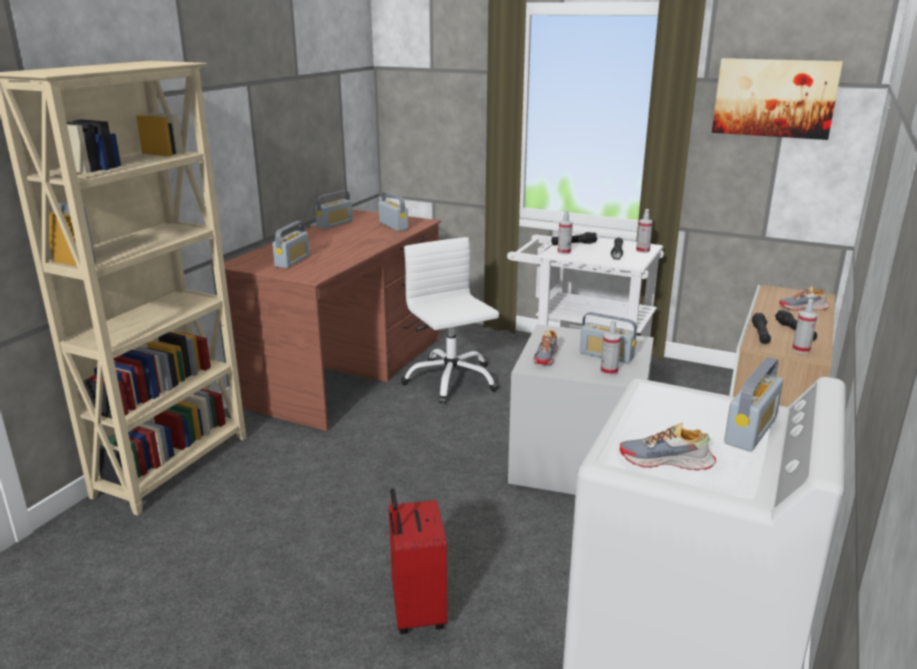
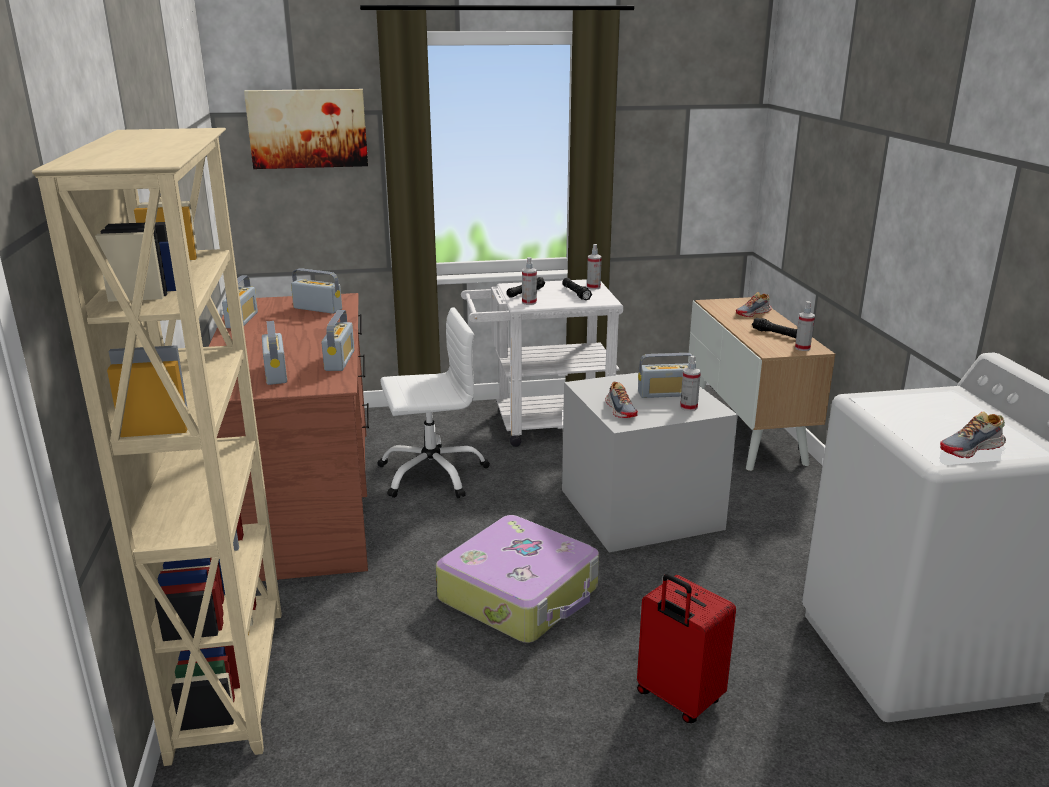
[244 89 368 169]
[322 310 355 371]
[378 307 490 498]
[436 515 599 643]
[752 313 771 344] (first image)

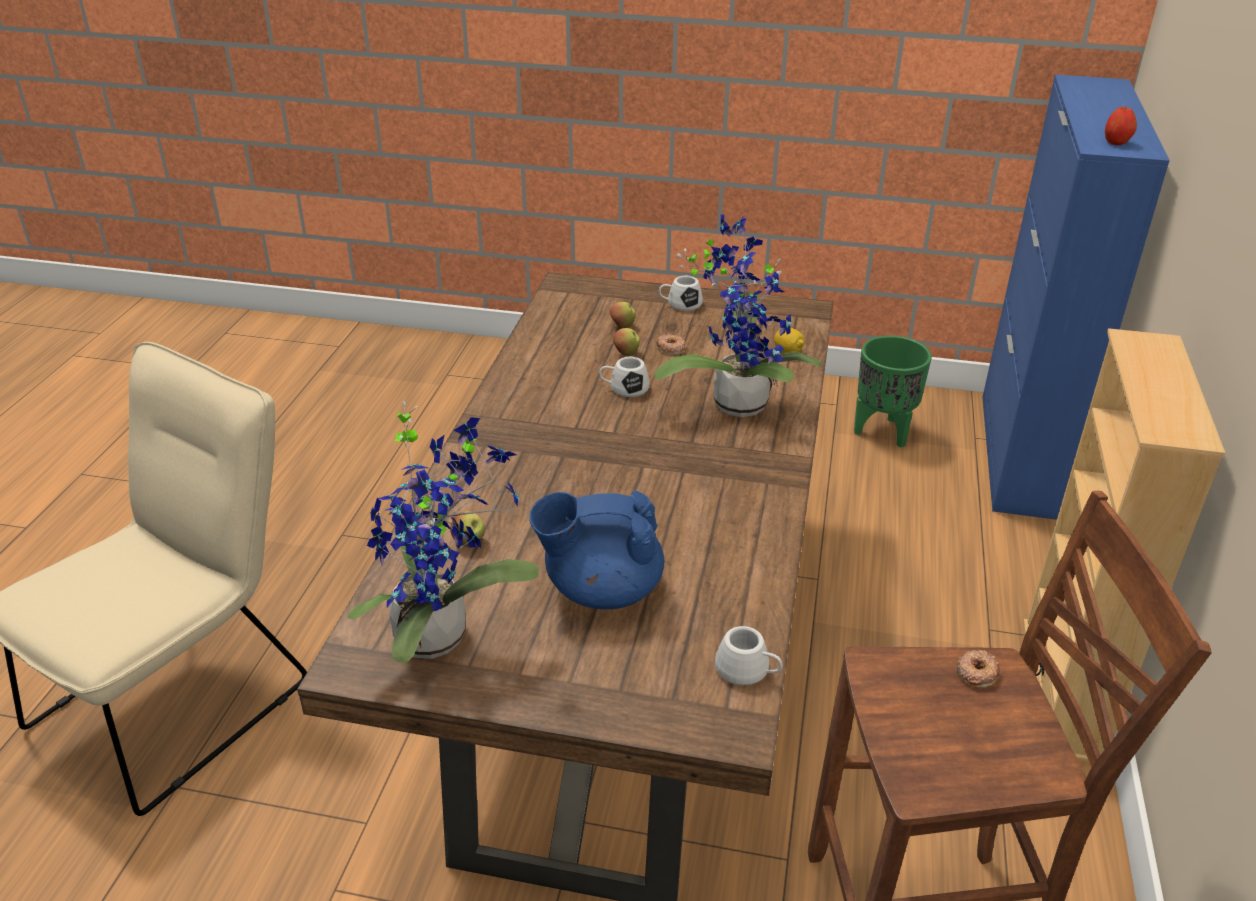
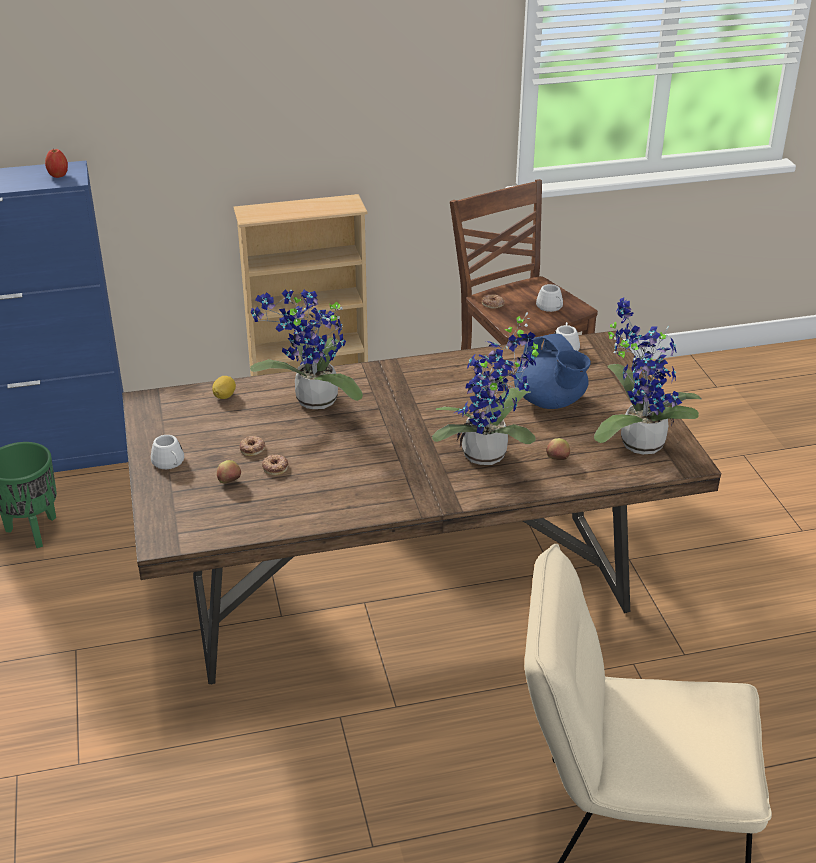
[262 455 289 476]
[432 312 539 465]
[536 284 563 312]

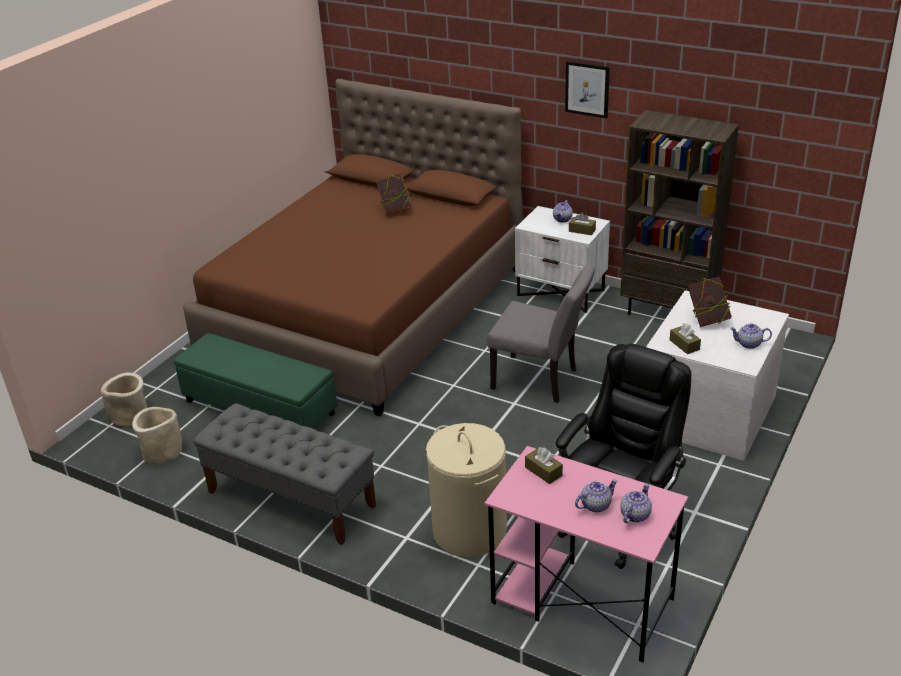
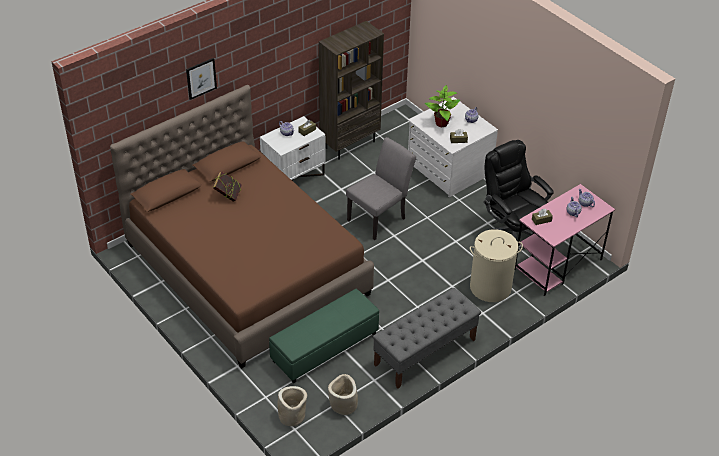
[186 58 217 100]
[424 85 460 128]

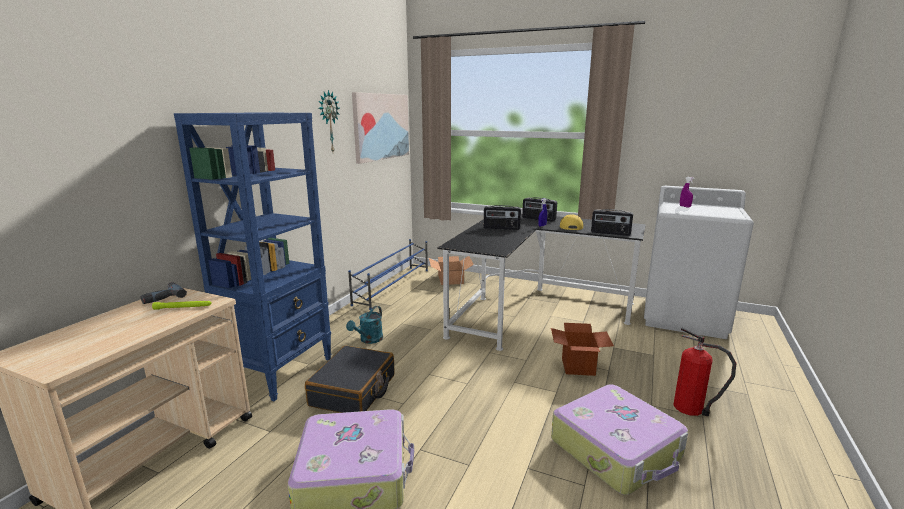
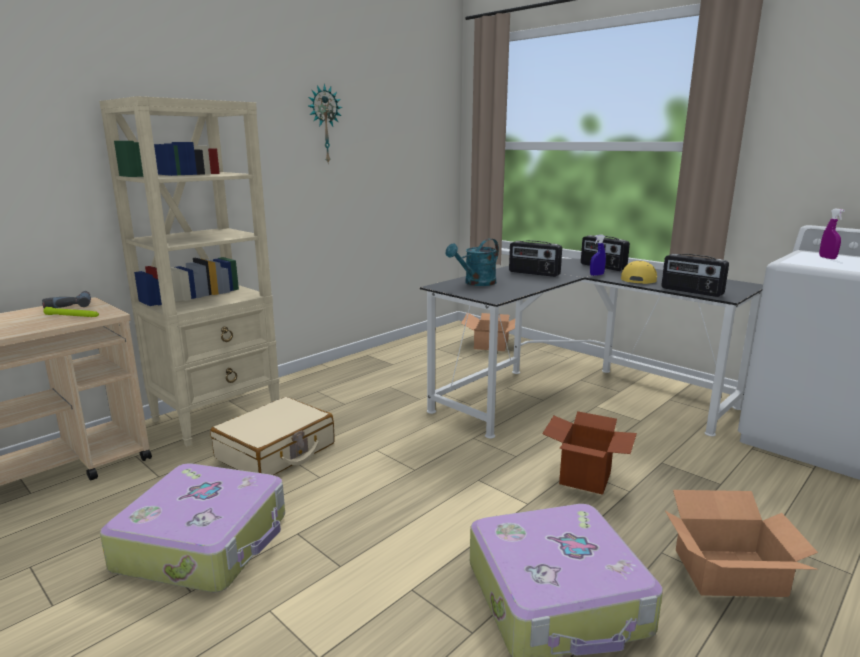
[99 96 280 446]
[210 397 335 475]
[446 238 499 286]
[665 490 818 597]
[348 239 428 310] (first image)
[352 92 409 164] (first image)

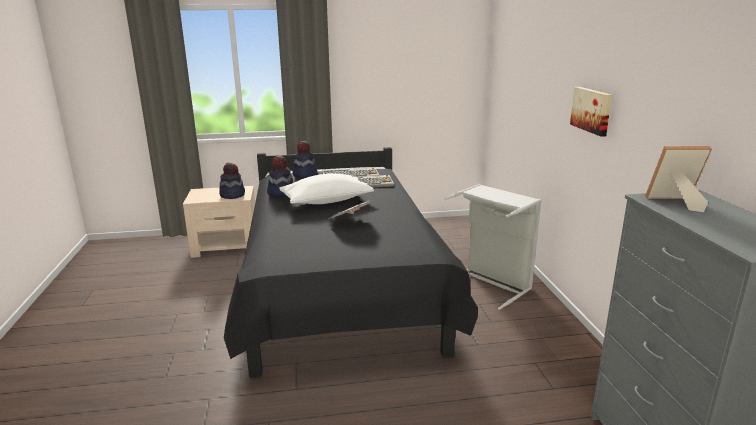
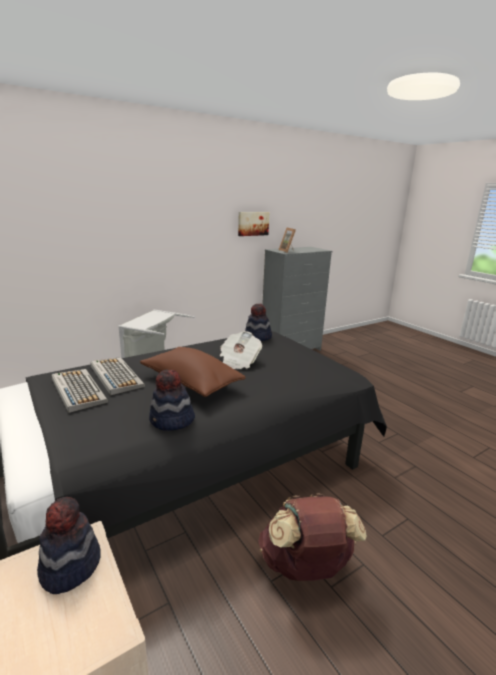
[140 347 246 397]
[238 212 269 236]
[245 304 272 341]
[258 493 367 581]

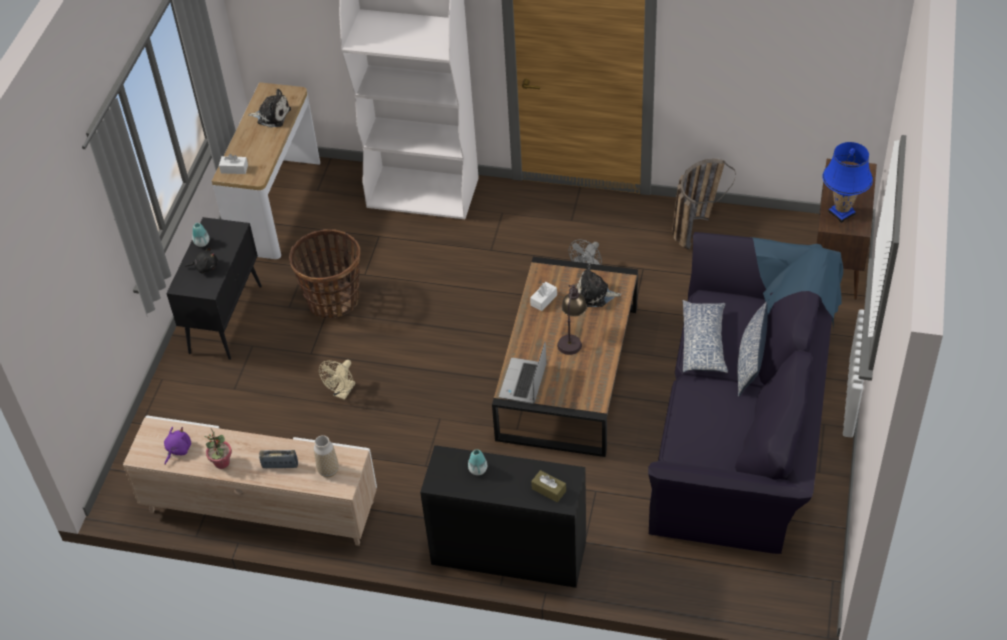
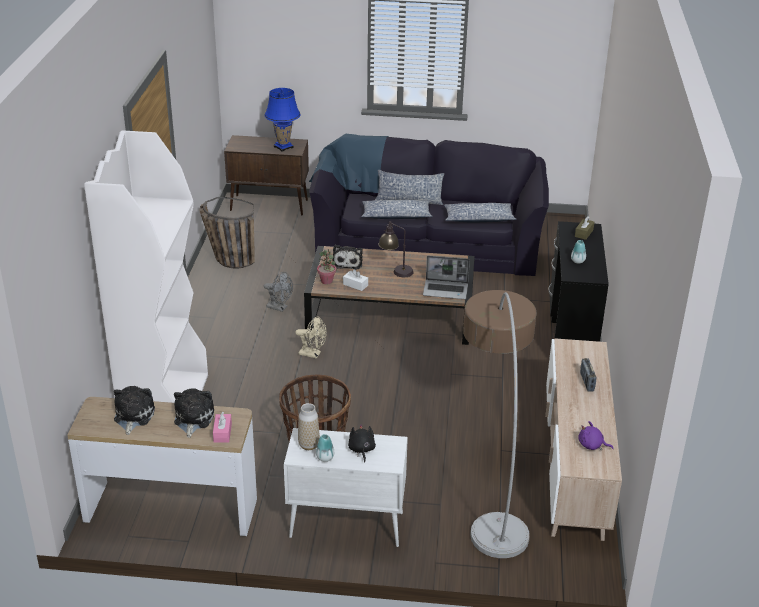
[174 388 214 438]
[213 412 232 442]
[284 428 408 547]
[295 316 327 359]
[298 403 320 450]
[317 249 336 285]
[444 203 517 223]
[463 290 537 558]

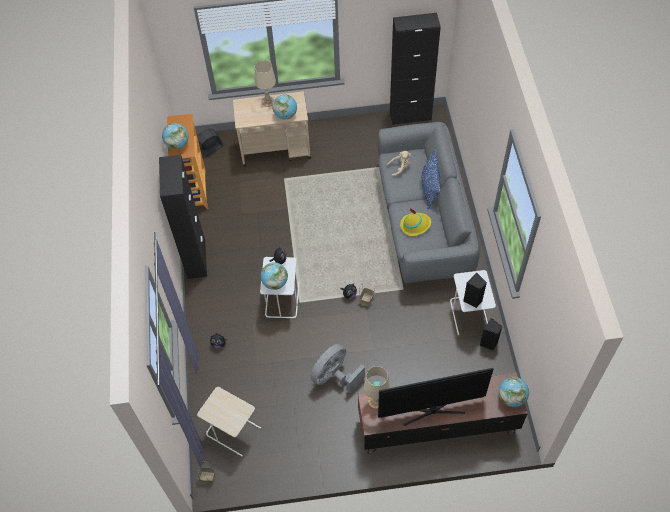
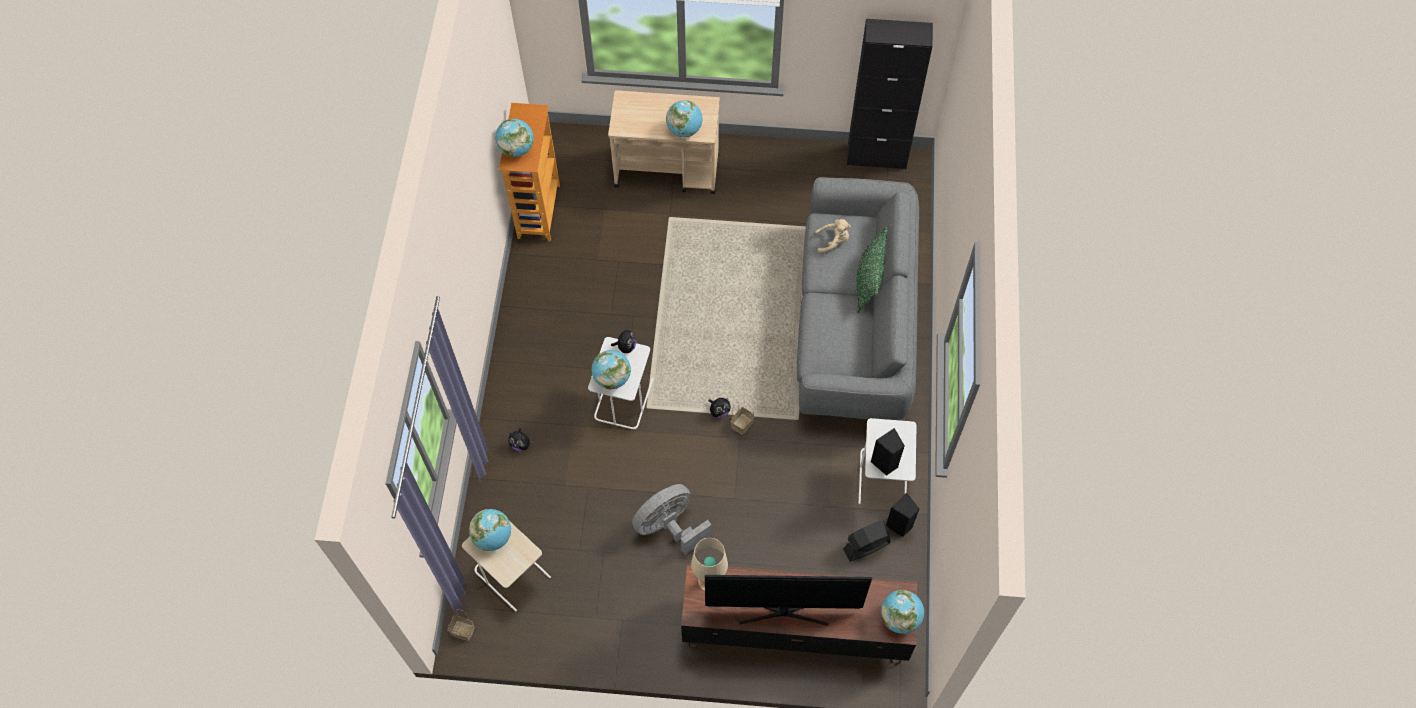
[469 509 511 551]
[843 521 890 562]
[856 227 888 313]
[159 155 207 279] (first image)
[255 60 276 107] (first image)
[400 208 431 236] (first image)

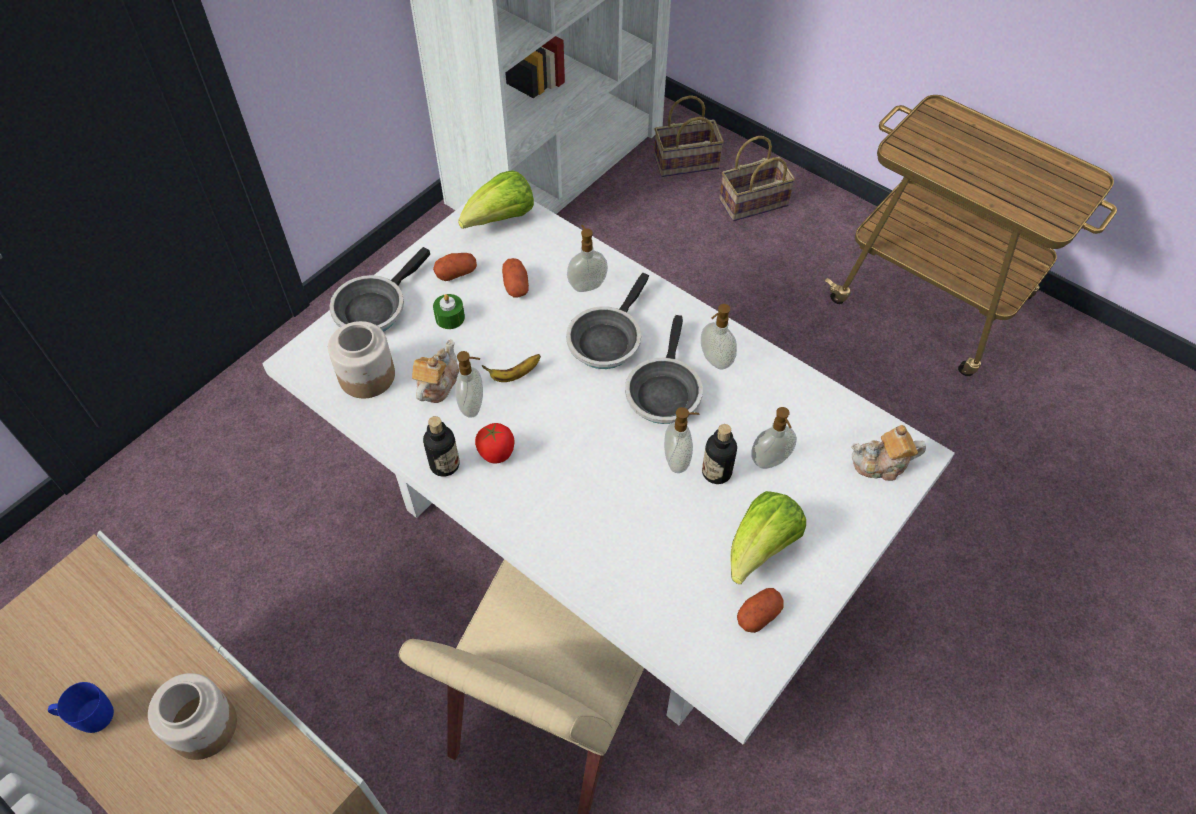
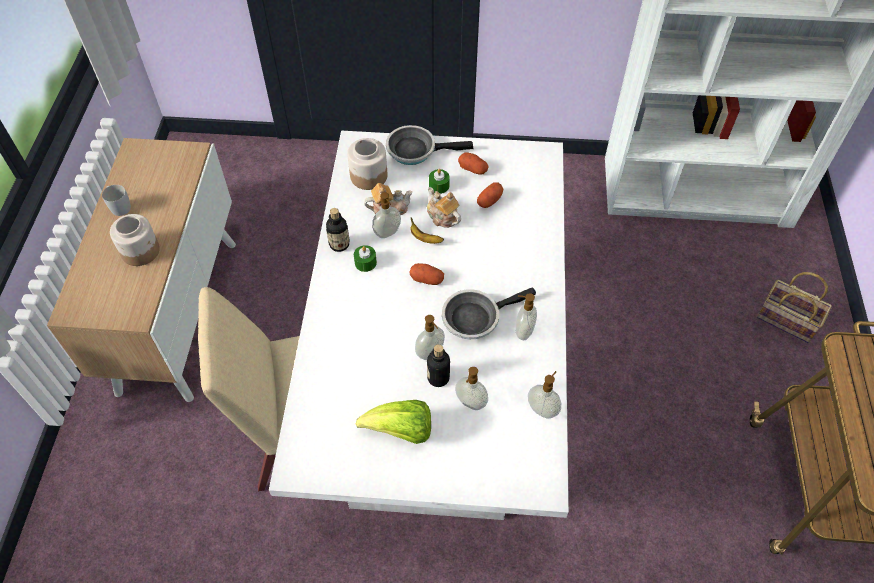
[102 185 131 216]
[354 245 377 272]
[410 263 444 285]
[427 187 461 228]
[528 371 561 419]
[458 170 534 229] (first image)
[566 273 649 369] (first image)
[654 95 724 177] (first image)

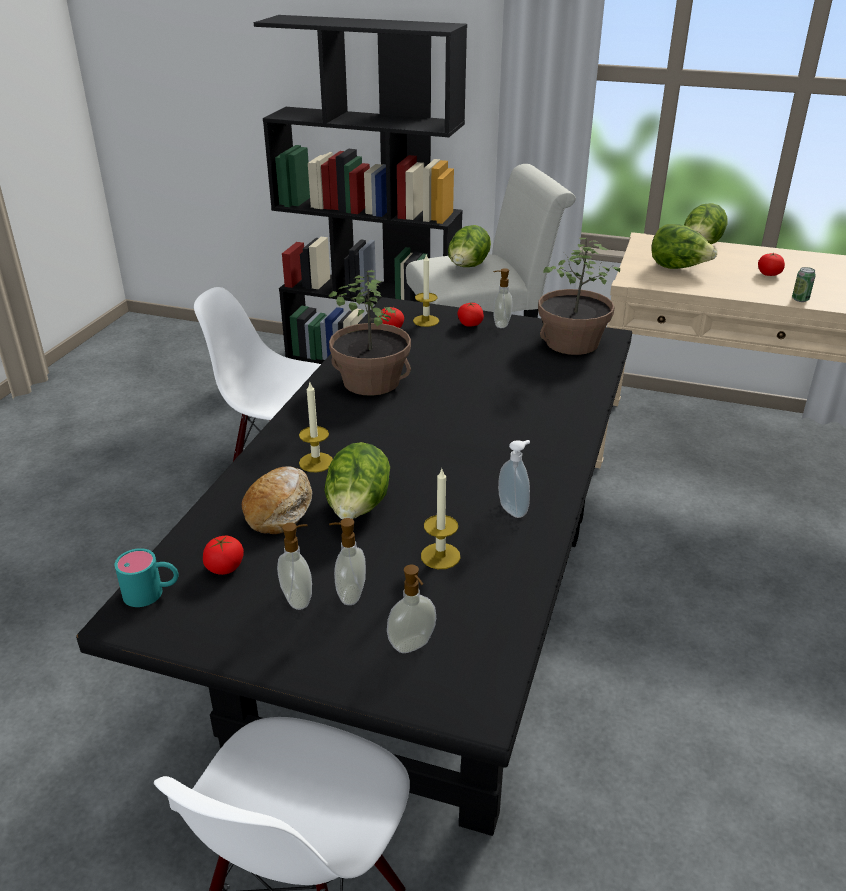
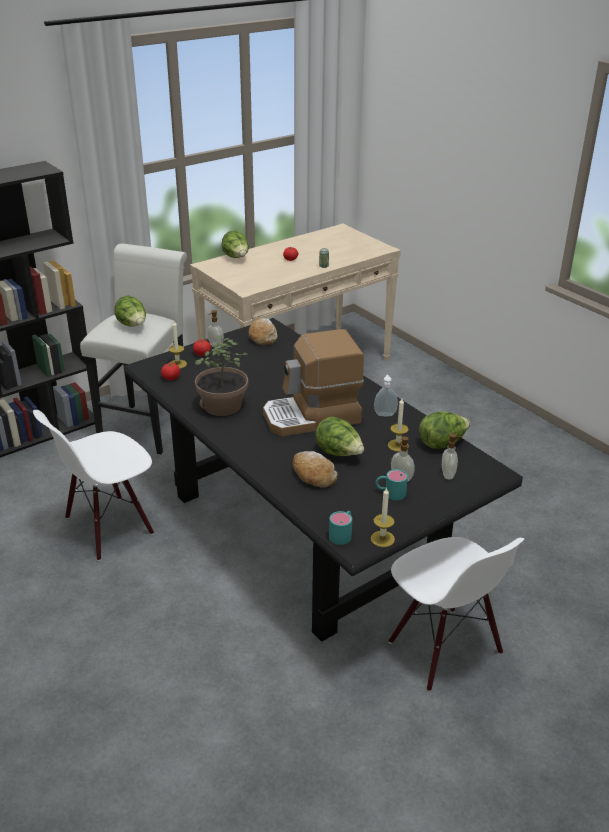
[248 318 277 345]
[263 329 364 436]
[371 487 395 547]
[376 469 408 500]
[419 411 470 449]
[203 536 244 575] (first image)

